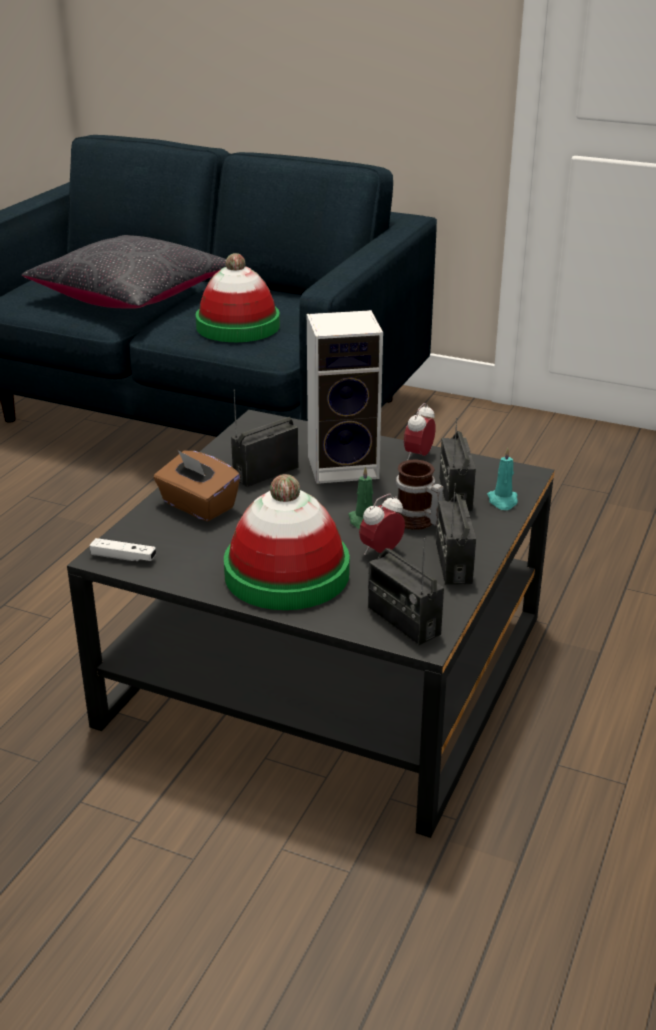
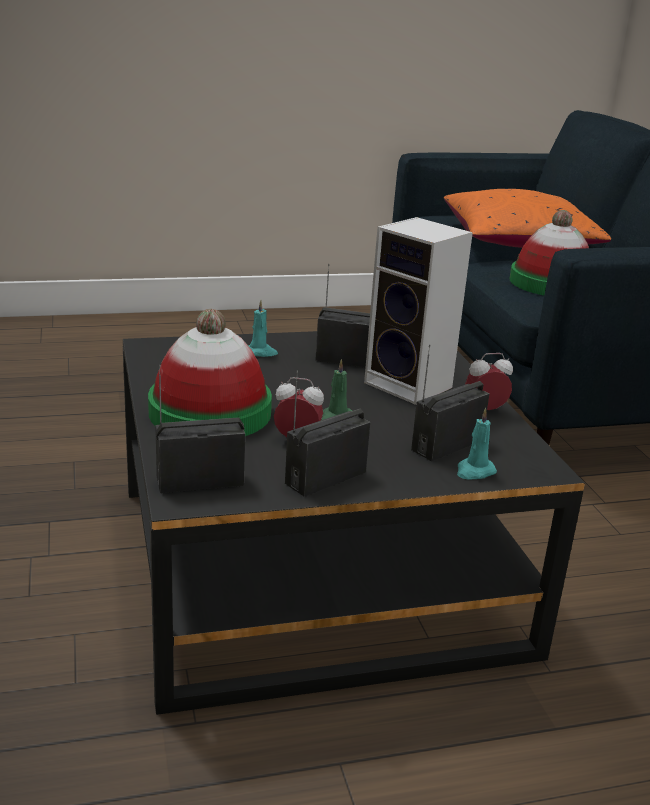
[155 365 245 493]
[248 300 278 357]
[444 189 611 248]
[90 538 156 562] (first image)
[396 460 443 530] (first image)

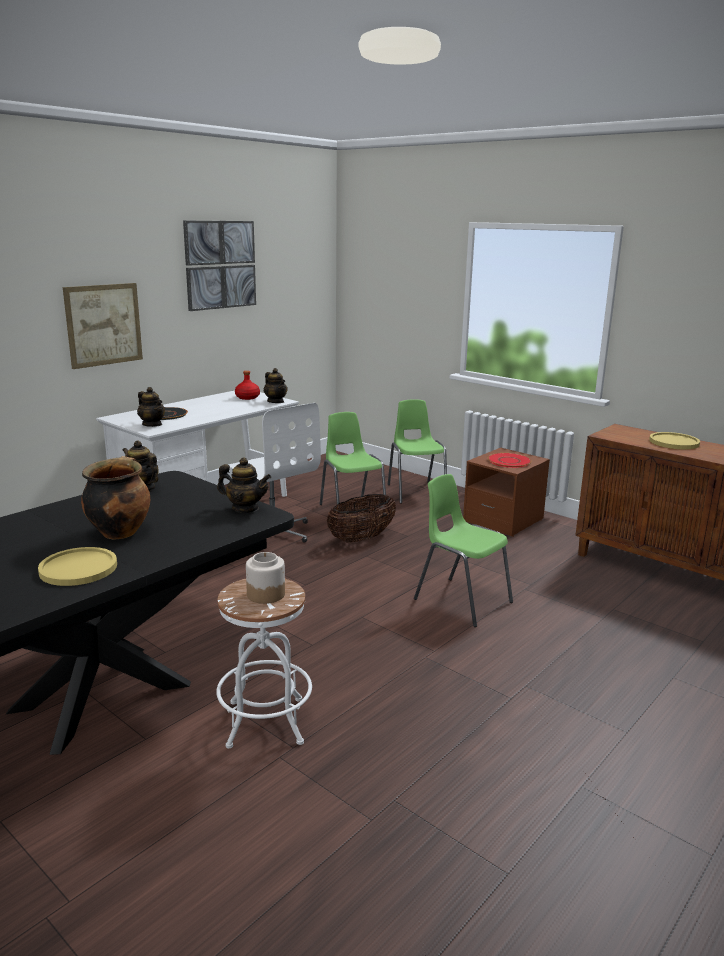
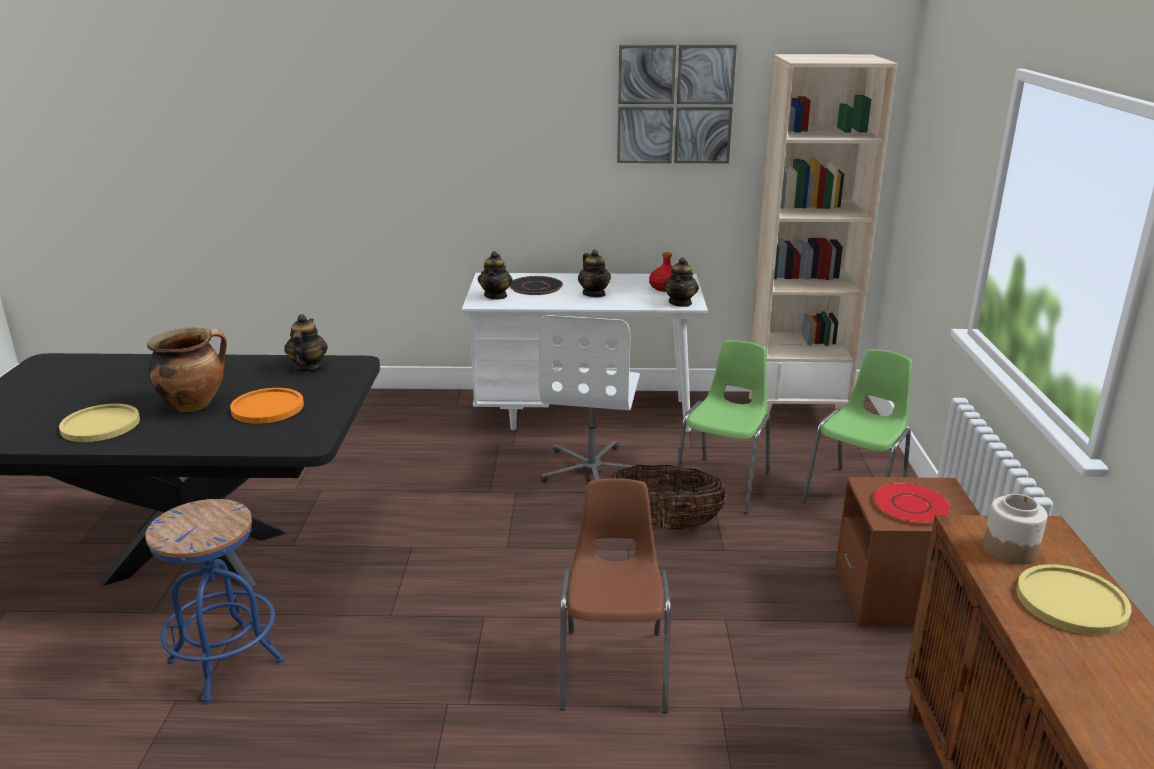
[145 499 284 703]
[230 388 304 424]
[560 478 671 713]
[578 250 611 297]
[749 54 898 427]
[983 494 1047 565]
[63 283 143 369] (first image)

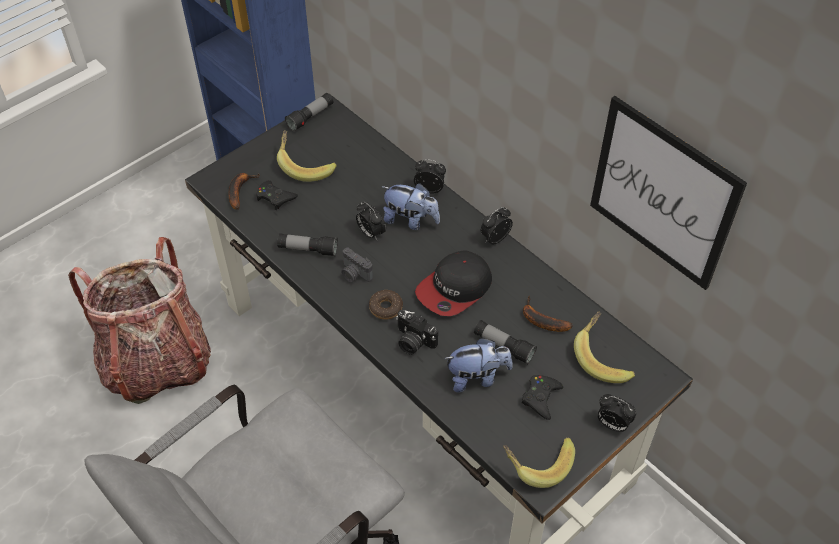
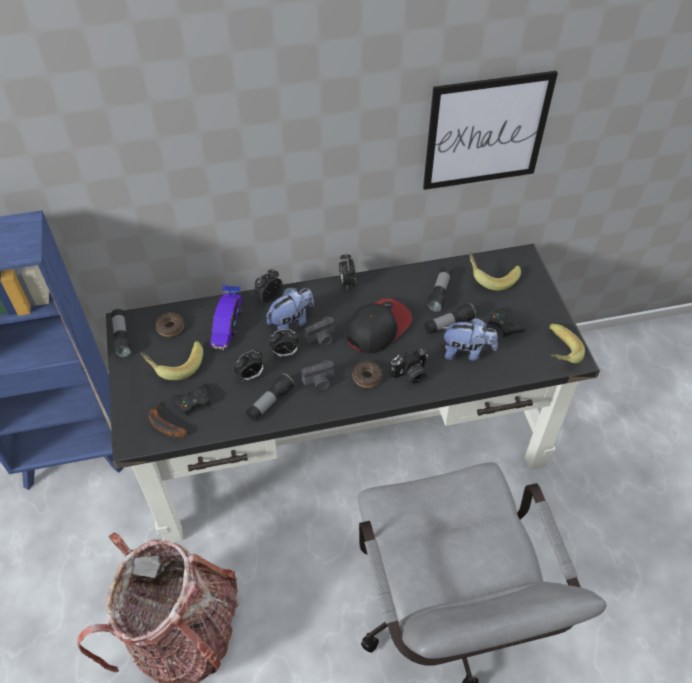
[155 312 184 337]
[210 285 242 350]
[233 350 265 382]
[305 317 334 347]
[346 298 413 353]
[426 267 452 312]
[442 318 498 361]

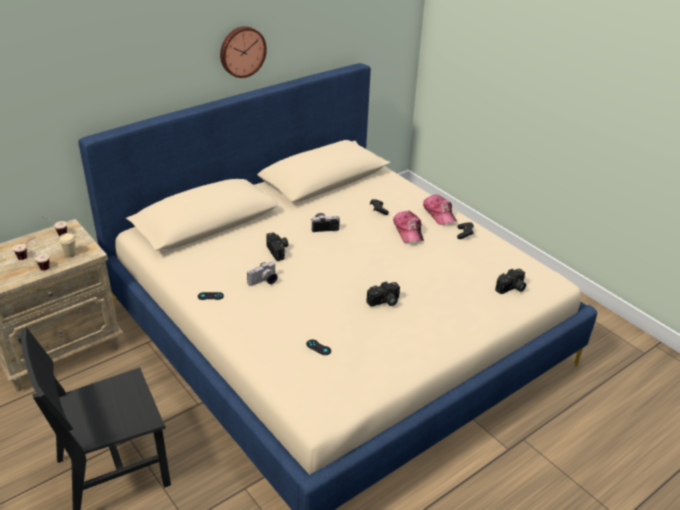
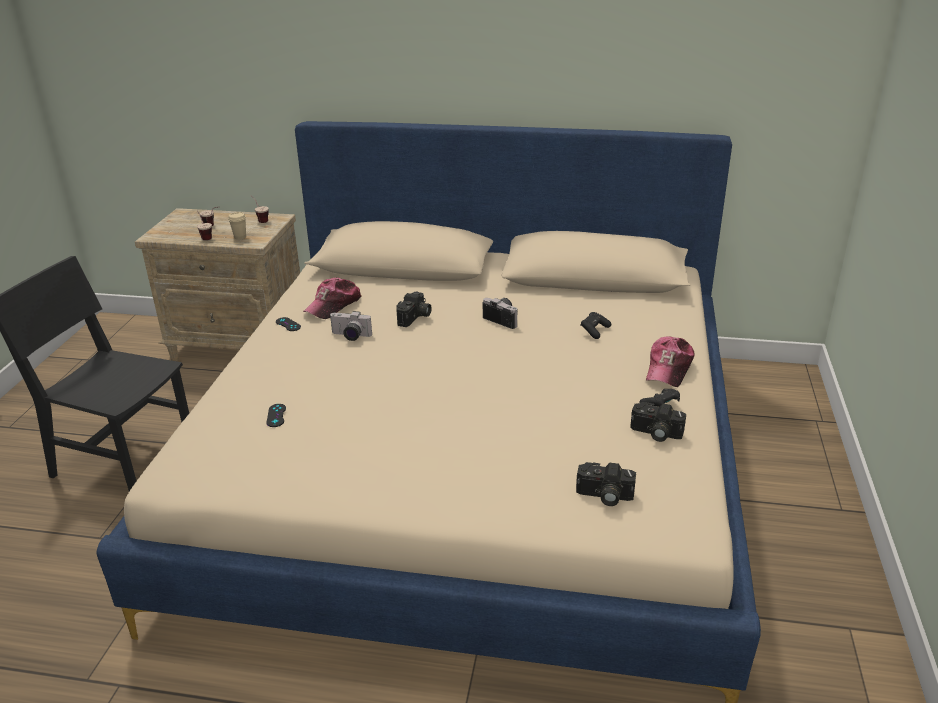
[303 278 362 319]
[630 402 686 442]
[220 26 267 78] (first image)

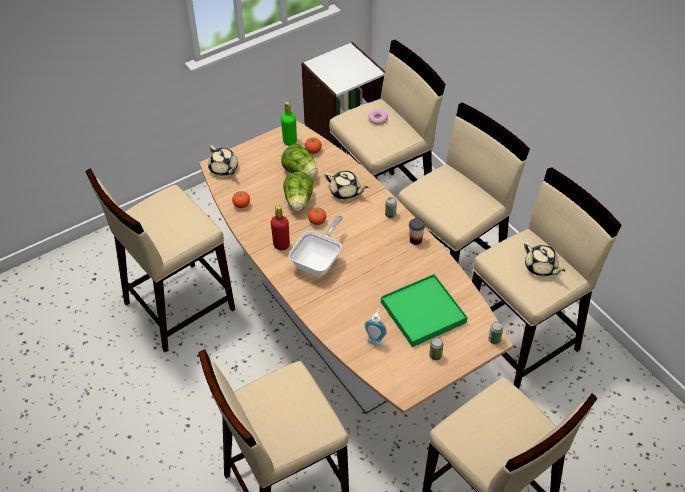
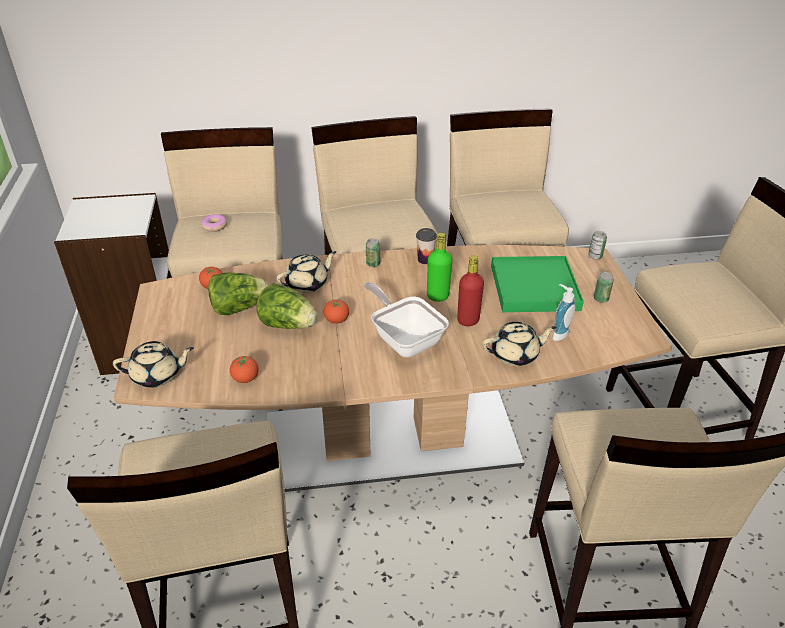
[427 232 452 302]
[457 255 484 326]
[482 322 557 366]

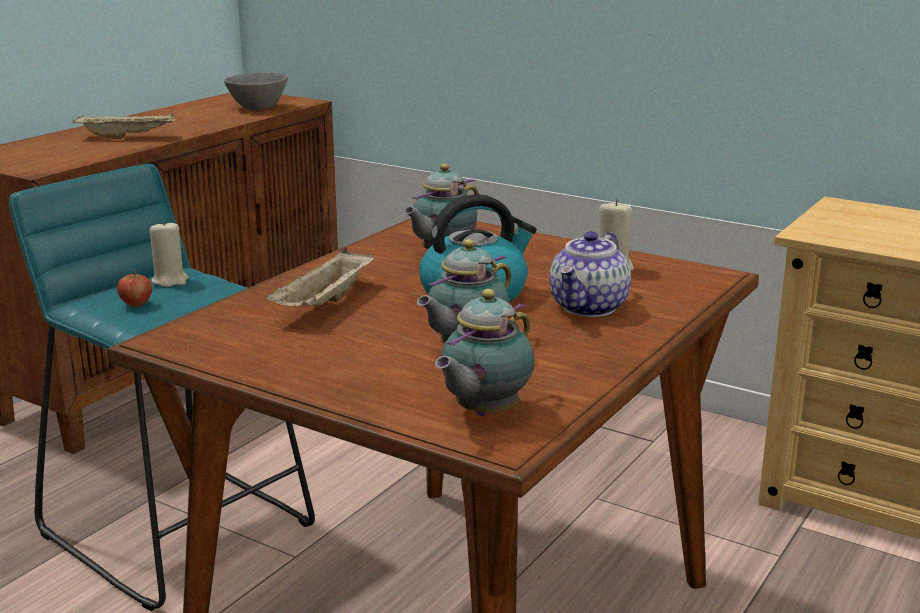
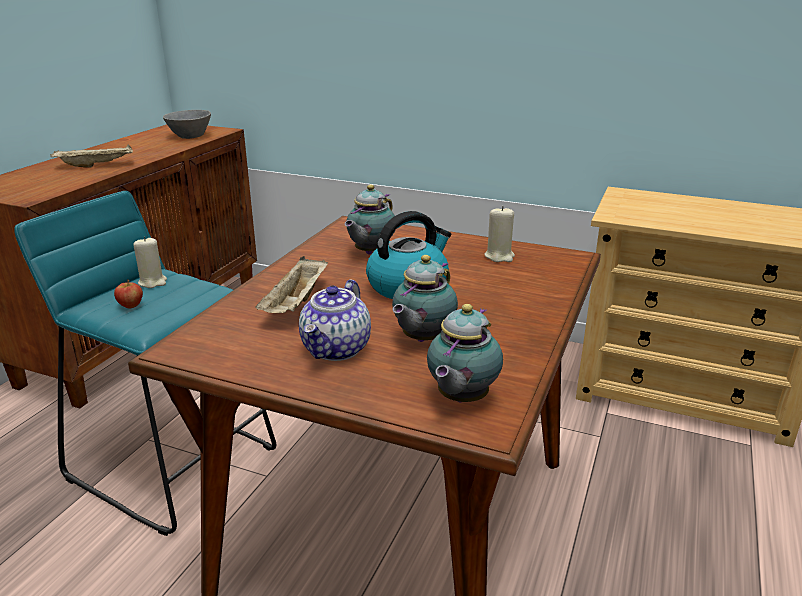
[299 279 371 361]

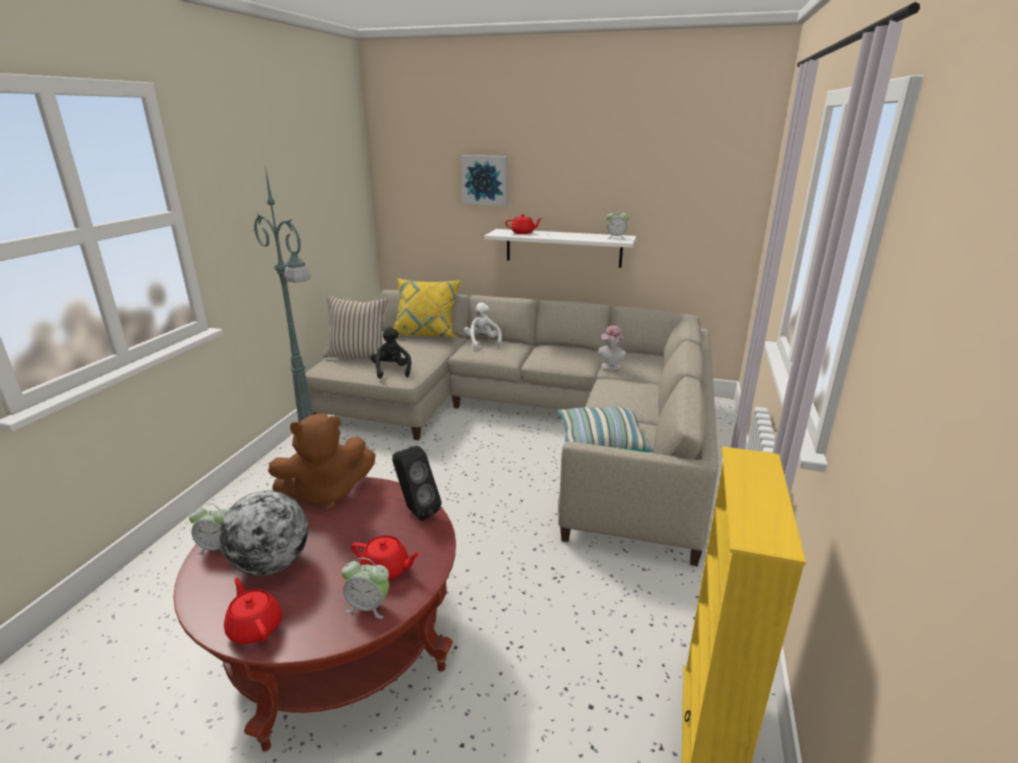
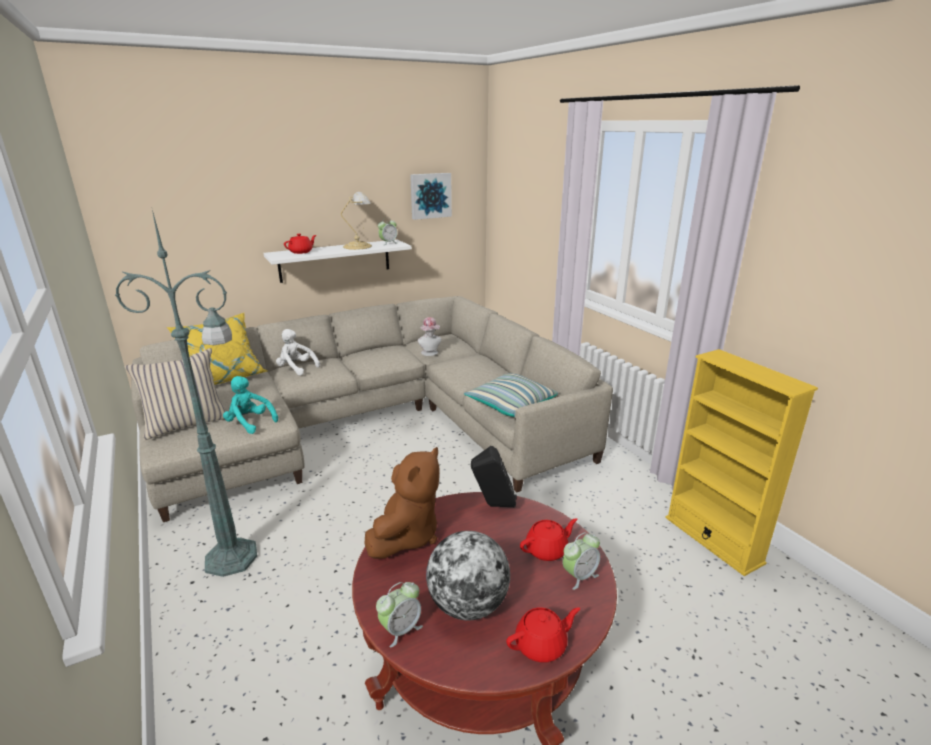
[223 376 278 434]
[341 192 372 250]
[410 173 452 220]
[506 607 580 663]

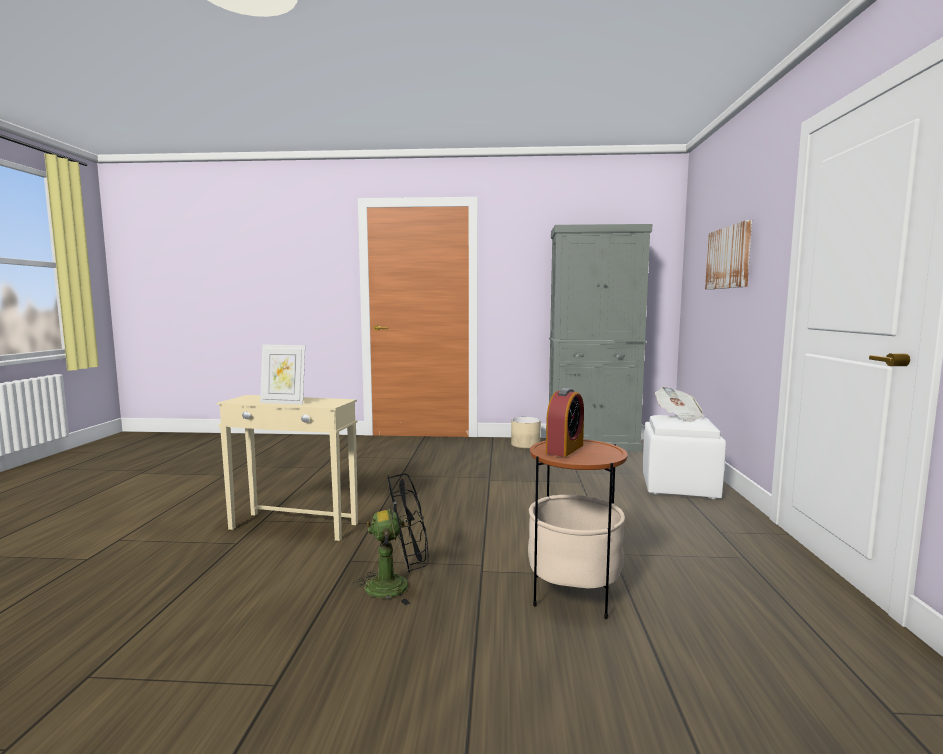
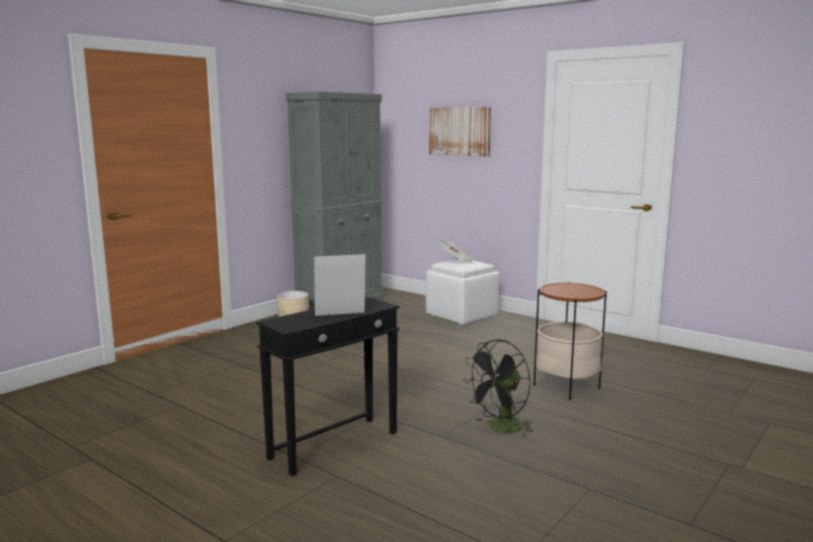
[256 297 399 476]
[314 254 365 316]
[463 339 533 437]
[546 388 584 457] (first image)

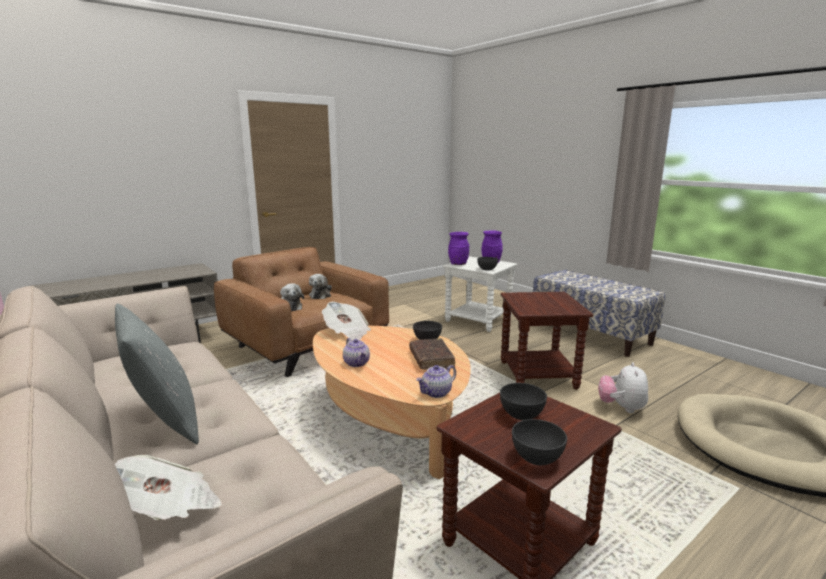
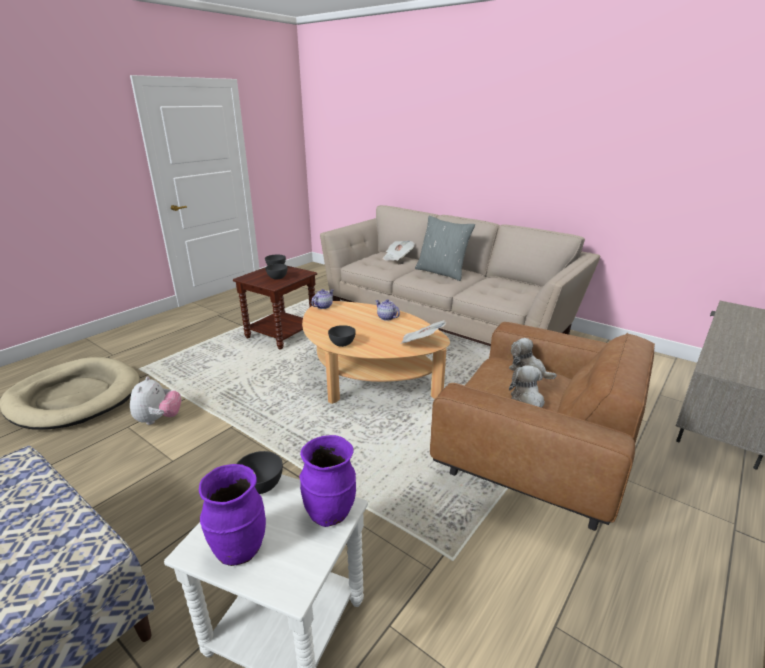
[409 338 455 369] (first image)
[500 292 593 390] (first image)

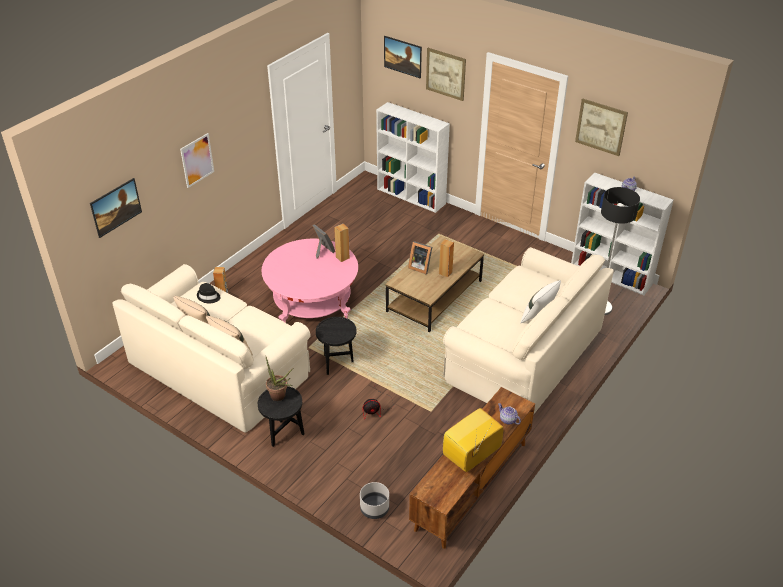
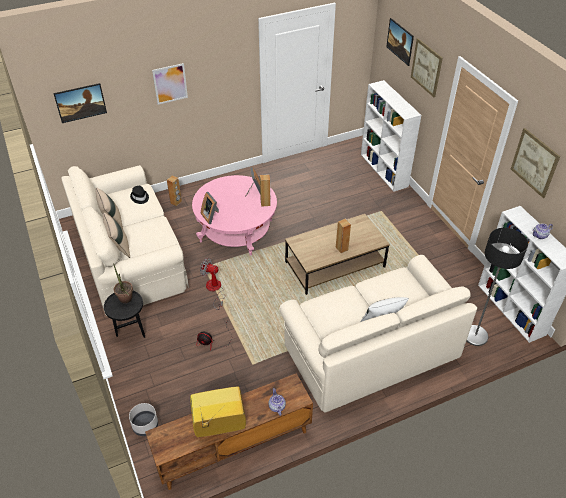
[200 258 225 310]
[201 192 219 224]

